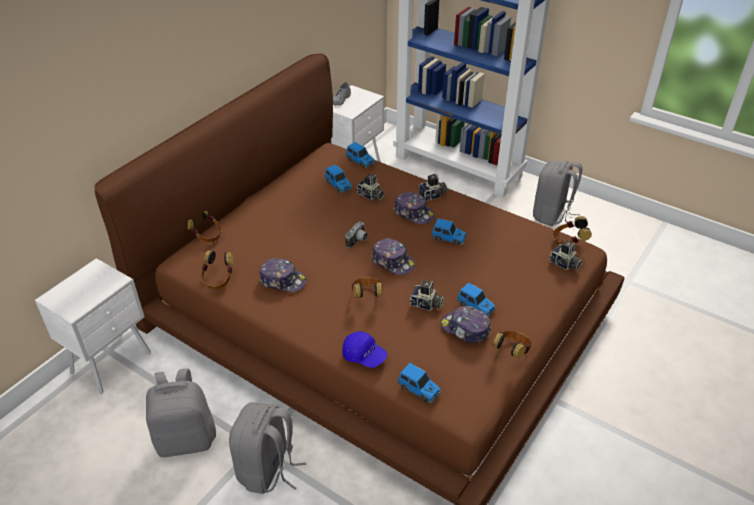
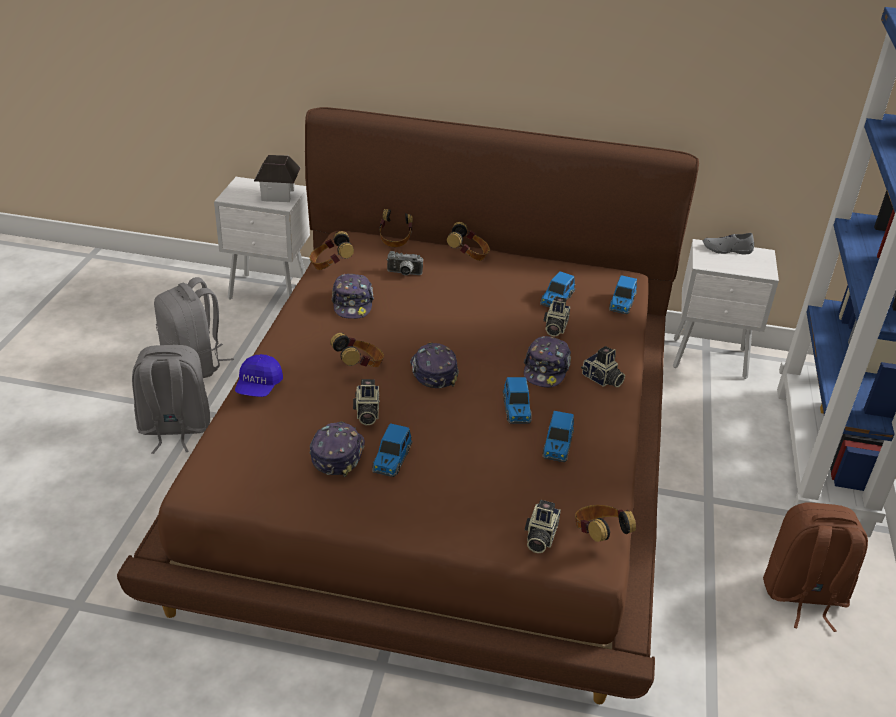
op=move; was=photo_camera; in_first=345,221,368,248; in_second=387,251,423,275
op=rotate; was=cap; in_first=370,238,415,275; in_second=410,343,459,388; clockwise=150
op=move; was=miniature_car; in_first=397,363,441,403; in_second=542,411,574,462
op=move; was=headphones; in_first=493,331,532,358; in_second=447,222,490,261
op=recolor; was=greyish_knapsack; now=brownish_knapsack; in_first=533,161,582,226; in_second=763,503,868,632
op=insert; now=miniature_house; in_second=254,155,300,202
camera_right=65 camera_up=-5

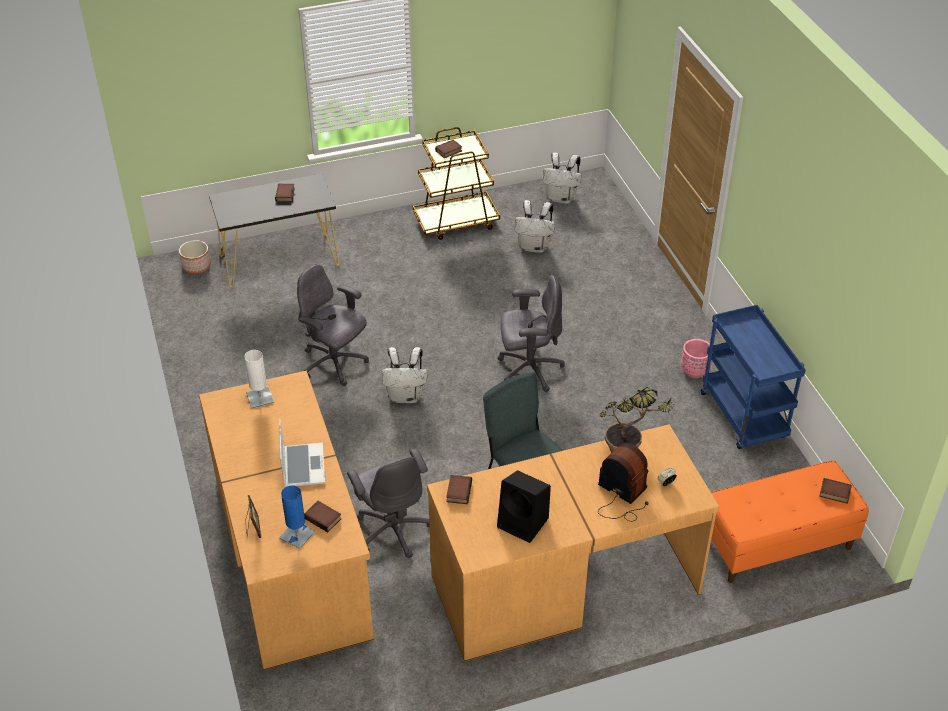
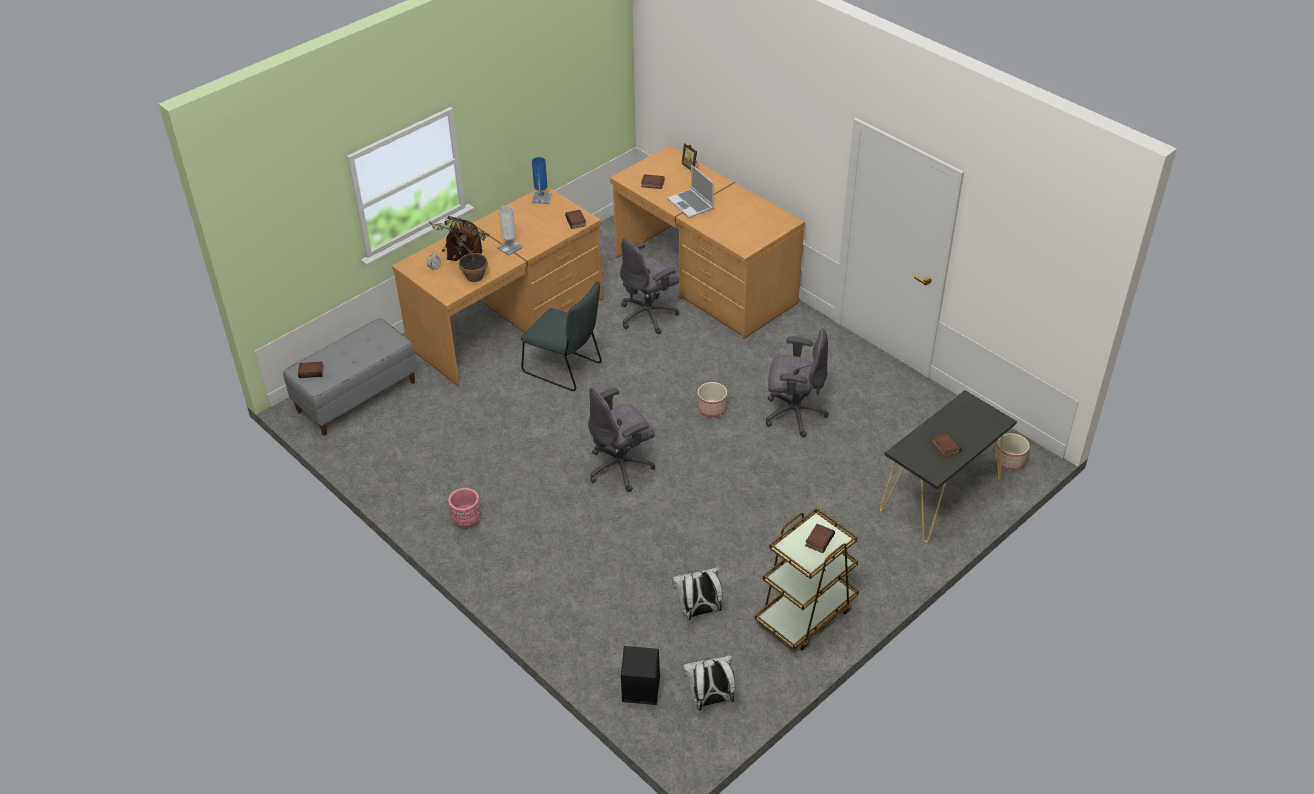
op=move; was=white-coloured_table_lamp; in_first=244,350,274,409; in_second=497,206,523,256
op=move; was=bluish_table_lamp; in_first=279,485,315,549; in_second=531,157,552,204
op=rotate; was=greyish_office_chair; in_first=347,448,430,558; in_second=620,238,679,334; clockwise=-75
op=replace; was=white-coloured_knapsack; now=plant_pot; in_first=382,347,428,403; in_second=697,382,727,417
op=move; was=black-coloured_loudspeaker; in_first=497,470,551,543; in_second=621,646,660,705
op=delete; was=bluish_wheeled_cart; in_first=701,305,806,449
op=recolor; was=orange-coloured_long_seat; now=greyish_long_seat; in_first=712,461,869,583; in_second=283,318,417,436
camera_right=155 camera_up=0

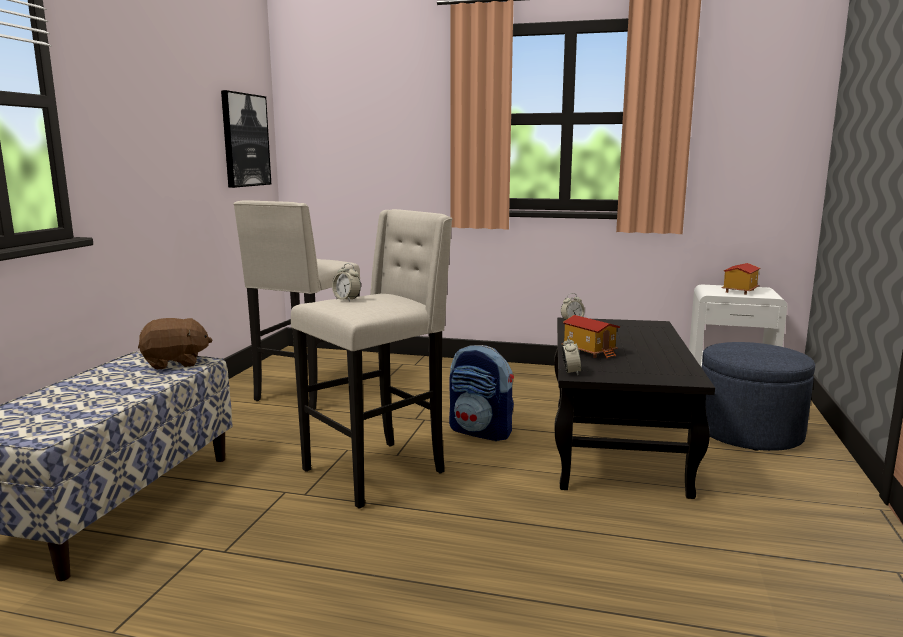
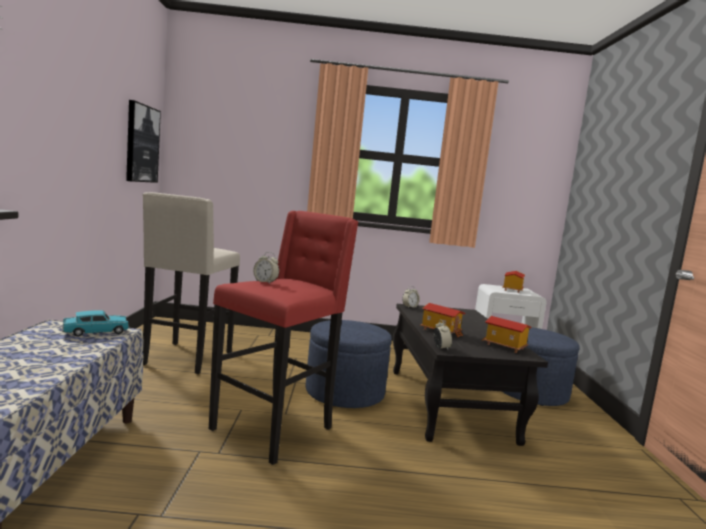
op=replace; was=brownish_soft_toy; now=turquoise_miniature_car; in_first=138,318,212,370; in_second=62,310,130,337
op=recolor; was=beige-coloured_stool; now=red_stool; in_first=291,209,452,508; in_second=209,211,359,465
op=replace; was=knapsack; now=bluish_footrest; in_first=449,345,514,441; in_second=306,320,392,408
op=insert; now=miniature_house; in_second=482,316,532,353
camera_right=-15 camera_up=-5

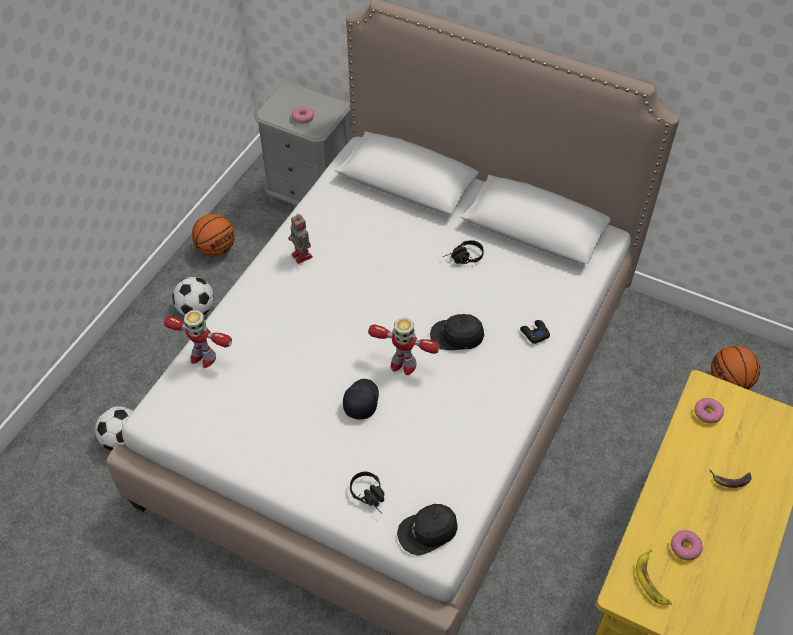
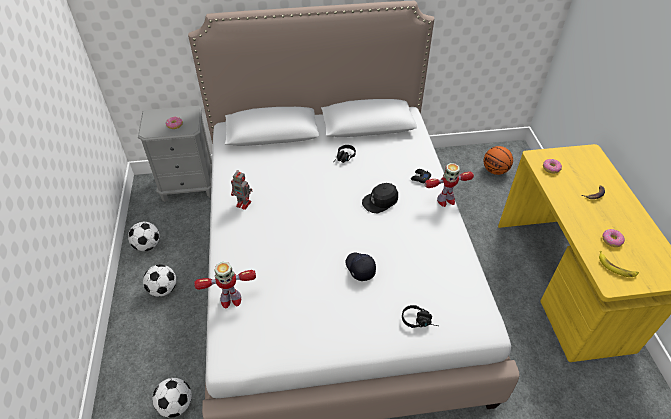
op=replace; was=basketball_ball; now=football; in_first=192,214,235,256; in_second=128,222,160,251
op=move; was=model_robot; in_first=368,318,440,375; in_second=425,163,474,207
op=delete; was=black-coloured_cap; in_first=397,504,457,556
camera_right=-35 camera_up=-5

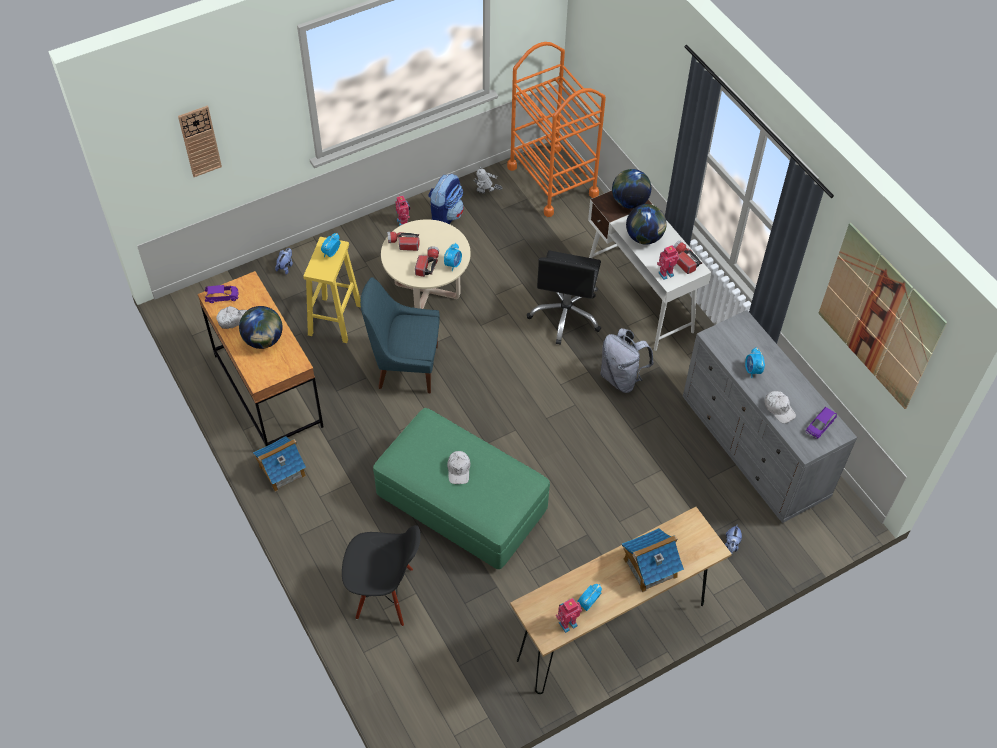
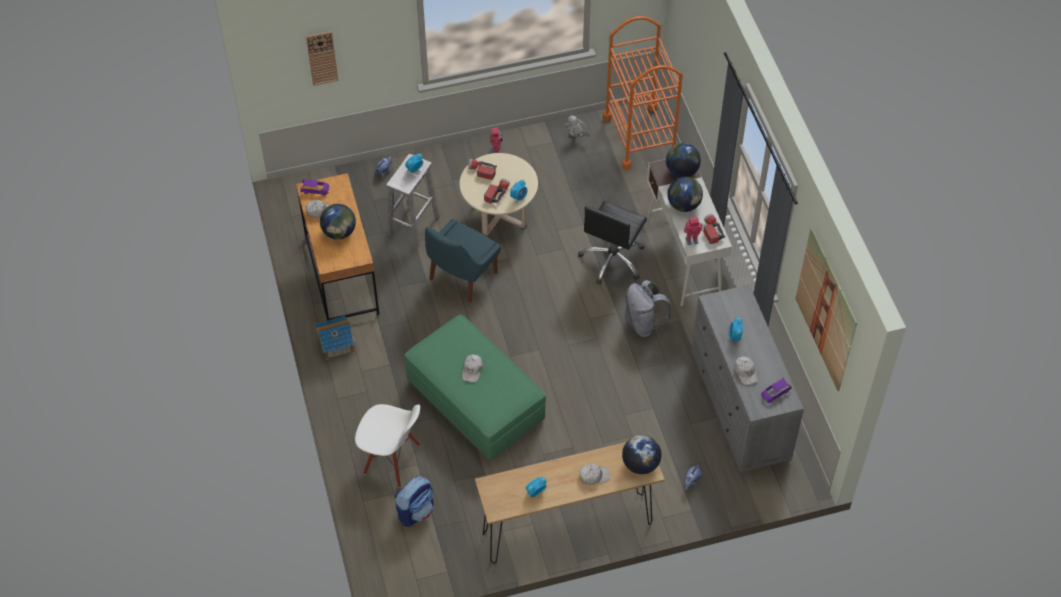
op=recolor; was=yellow_stool; now=white-coloured_stool; in_first=303,237,361,343; in_second=386,154,440,248
op=recolor; was=black-coloured_upright_chair; now=white-coloured_upright_chair; in_first=342,525,421,626; in_second=355,404,420,488
op=rotate; was=bluish_upright_chair; in_first=360,277,440,393; in_second=425,219,501,302; clockwise=-75
op=move; was=knapsack; in_first=428,173,464,224; in_second=395,476,433,527
op=delete; was=model_robot; in_first=555,598,582,633
op=replace; was=miniature_house; now=white-coloured_cap; in_first=622,528,684,593; in_second=579,464,610,485
op=insert; now=world_globe; in_second=622,435,661,474
camera_right=15 camera_up=0

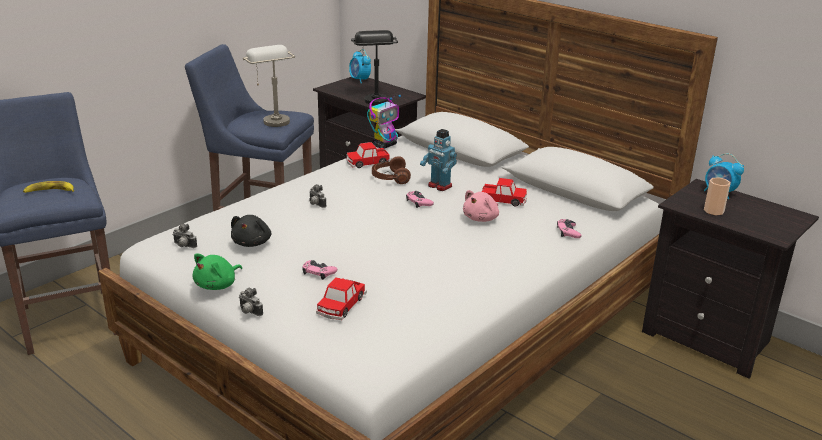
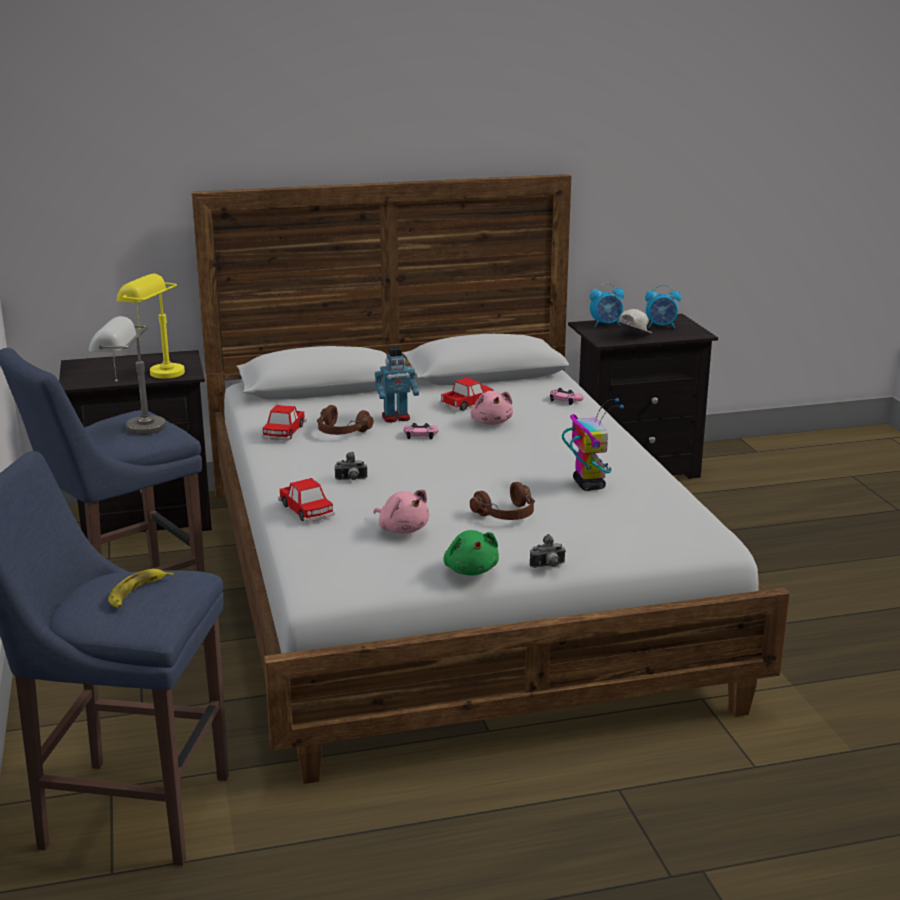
op=delete; was=photo_camera; in_first=172,224,197,248
op=recolor; was=black-coloured_soft_toy; now=pink_soft_toy; in_first=231,215,271,247; in_second=373,489,429,534
op=replace; was=pink_gamepad; now=brownish_headphones; in_first=302,260,337,280; in_second=470,482,535,520
op=move; was=miniature_car; in_first=316,277,367,320; in_second=278,478,335,522
op=move; was=bedside_clock; in_first=349,49,371,83; in_second=645,284,681,329
op=recolor; was=black-coloured_table_lamp; now=yellow_table_lamp; in_first=351,30,398,105; in_second=117,274,185,379
op=move; was=model_robot; in_first=367,94,401,149; in_second=562,398,624,491
op=replace; was=drinking_cup; now=white-coloured_cap; in_first=704,177,731,215; in_second=619,309,652,333
camera_right=-55 camera_up=-5

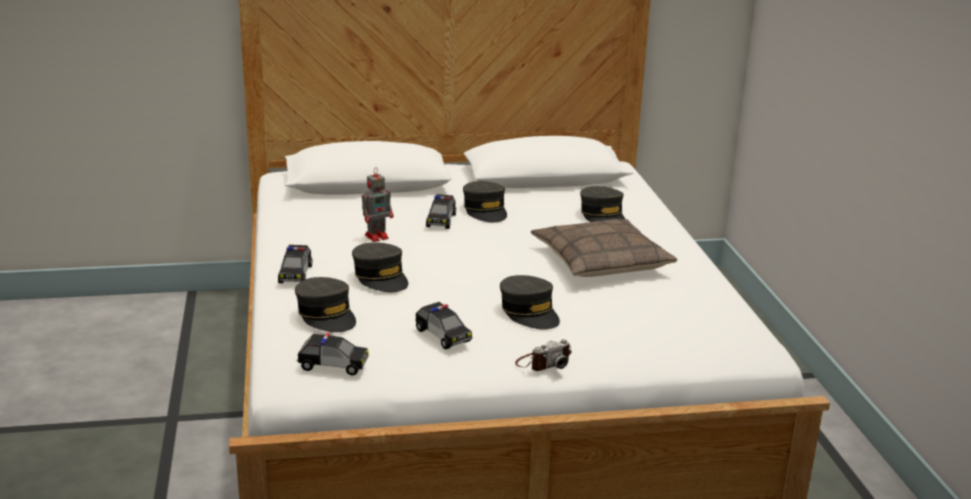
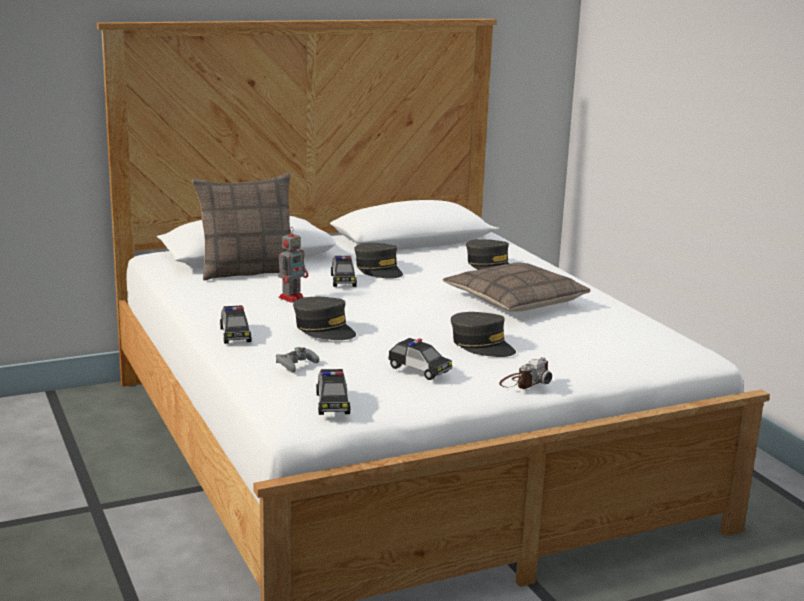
op=replace; was=greyish_cap; now=greyish_gamepad; in_first=295,277,356,332; in_second=276,347,319,373
op=rotate; was=miniature_car; in_first=297,333,369,375; in_second=316,369,350,415; clockwise=90
op=insert; now=pillow; in_second=192,173,291,281
camera_right=-15 camera_up=-5

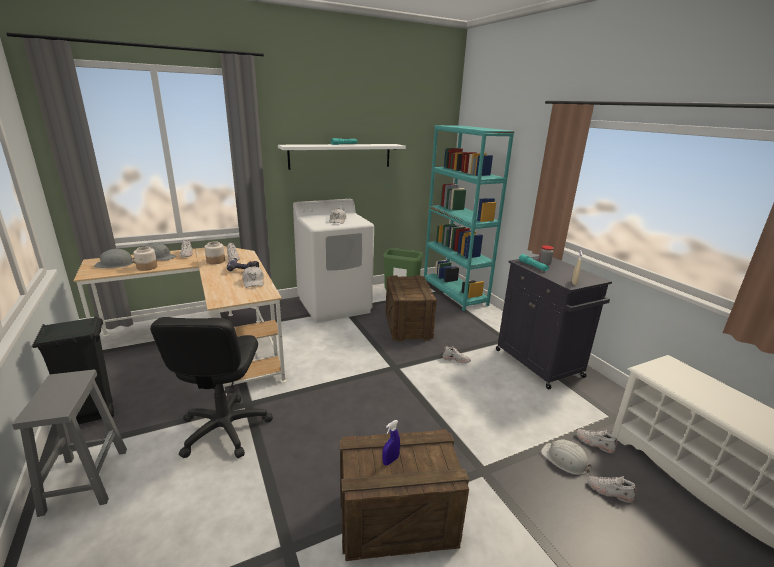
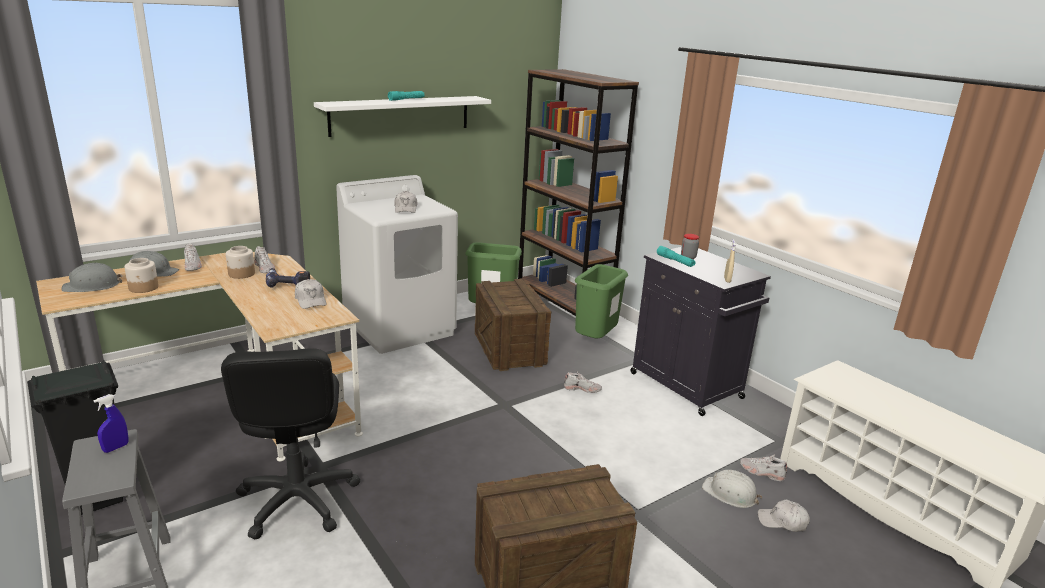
op=move; was=bluish_hand_sprayer; in_first=382,420,400,466; in_second=94,394,128,453
op=recolor; was=turquoise_bookshelf; now=brownish_bookshelf; in_first=424,125,515,311; in_second=518,69,639,316
op=replace; was=white-coloured_item_of_footwear; now=white-coloured_cap; in_first=588,476,636,503; in_second=758,500,810,532
op=insert; now=greenish_waste_bin; in_second=575,264,628,338
camera_right=-10 camera_up=0

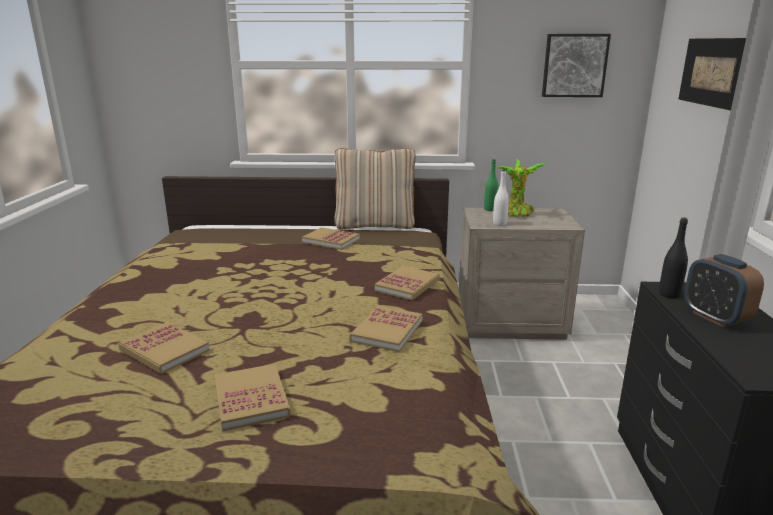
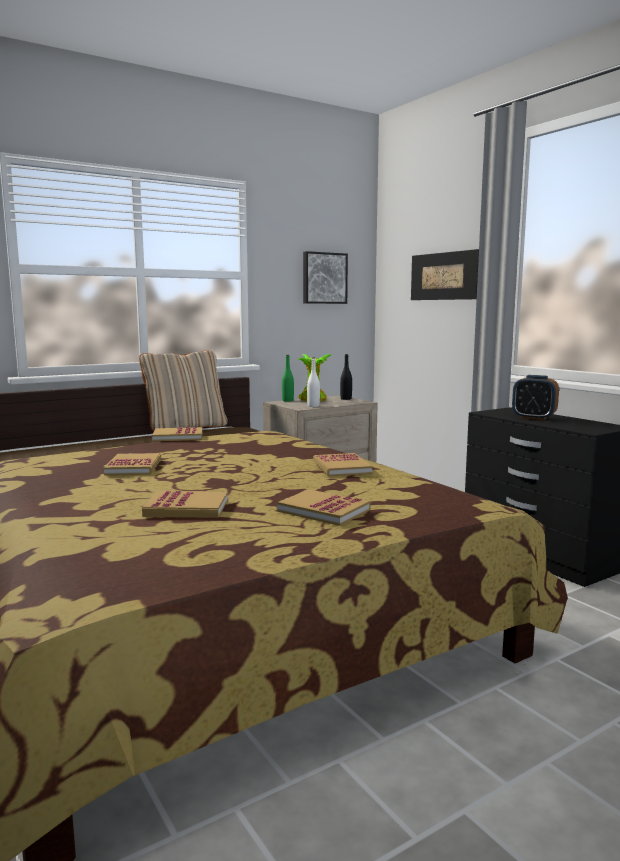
op=move; was=bound_book; in_first=374,266,440,300; in_second=104,453,161,475
op=move; was=black-coloured_bottle; in_first=659,217,688,298; in_second=340,354,352,400
camera_right=-35 camera_up=-10

